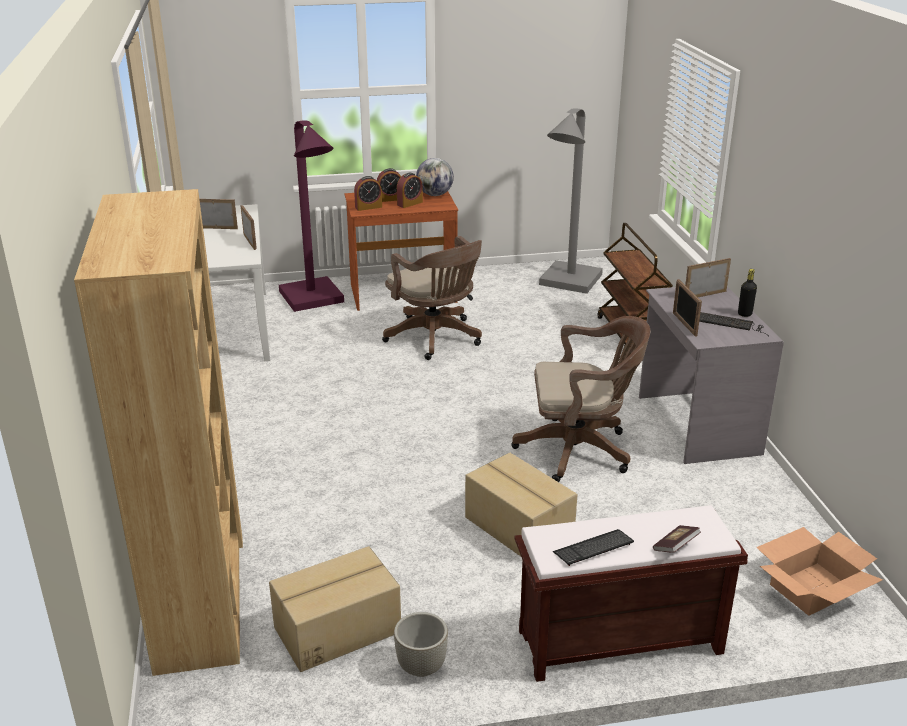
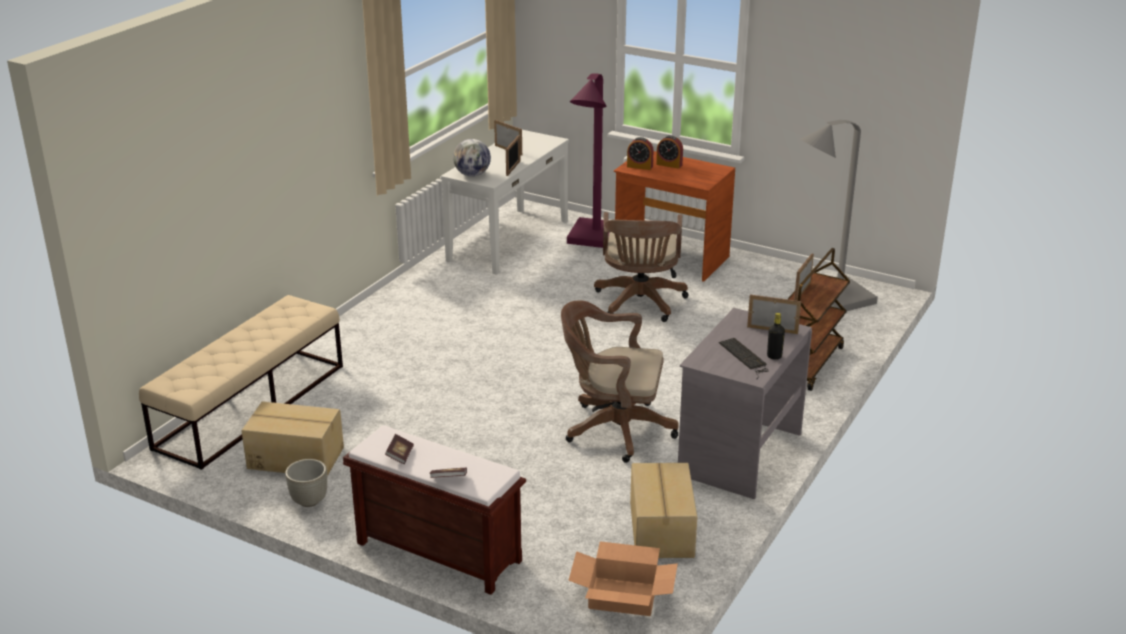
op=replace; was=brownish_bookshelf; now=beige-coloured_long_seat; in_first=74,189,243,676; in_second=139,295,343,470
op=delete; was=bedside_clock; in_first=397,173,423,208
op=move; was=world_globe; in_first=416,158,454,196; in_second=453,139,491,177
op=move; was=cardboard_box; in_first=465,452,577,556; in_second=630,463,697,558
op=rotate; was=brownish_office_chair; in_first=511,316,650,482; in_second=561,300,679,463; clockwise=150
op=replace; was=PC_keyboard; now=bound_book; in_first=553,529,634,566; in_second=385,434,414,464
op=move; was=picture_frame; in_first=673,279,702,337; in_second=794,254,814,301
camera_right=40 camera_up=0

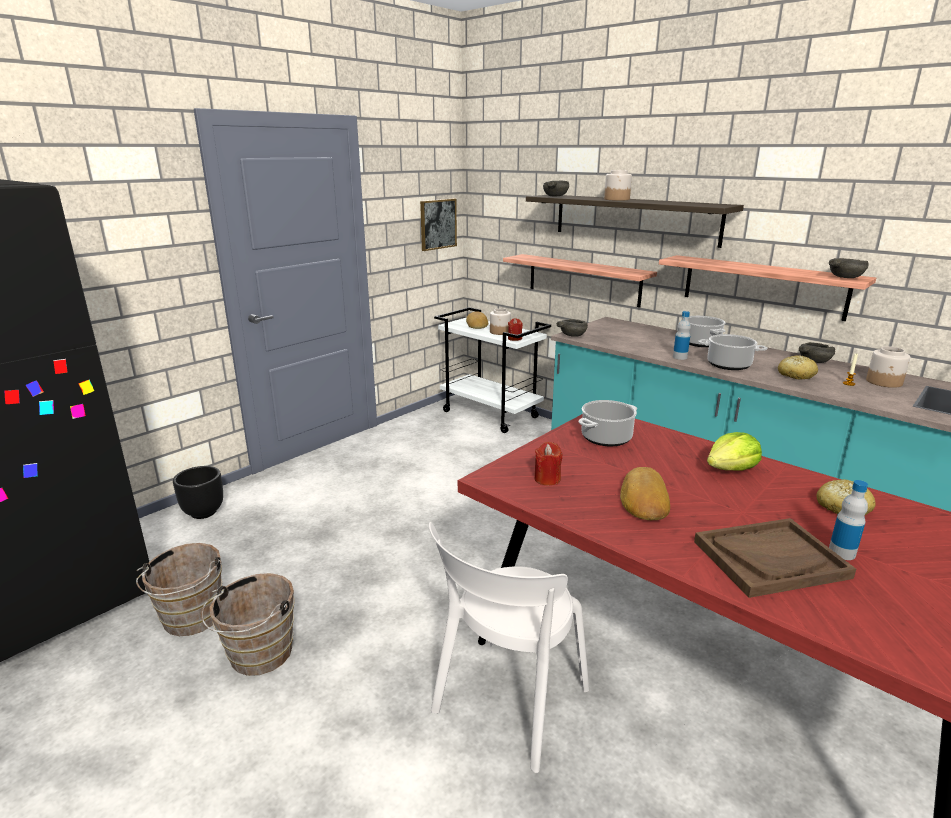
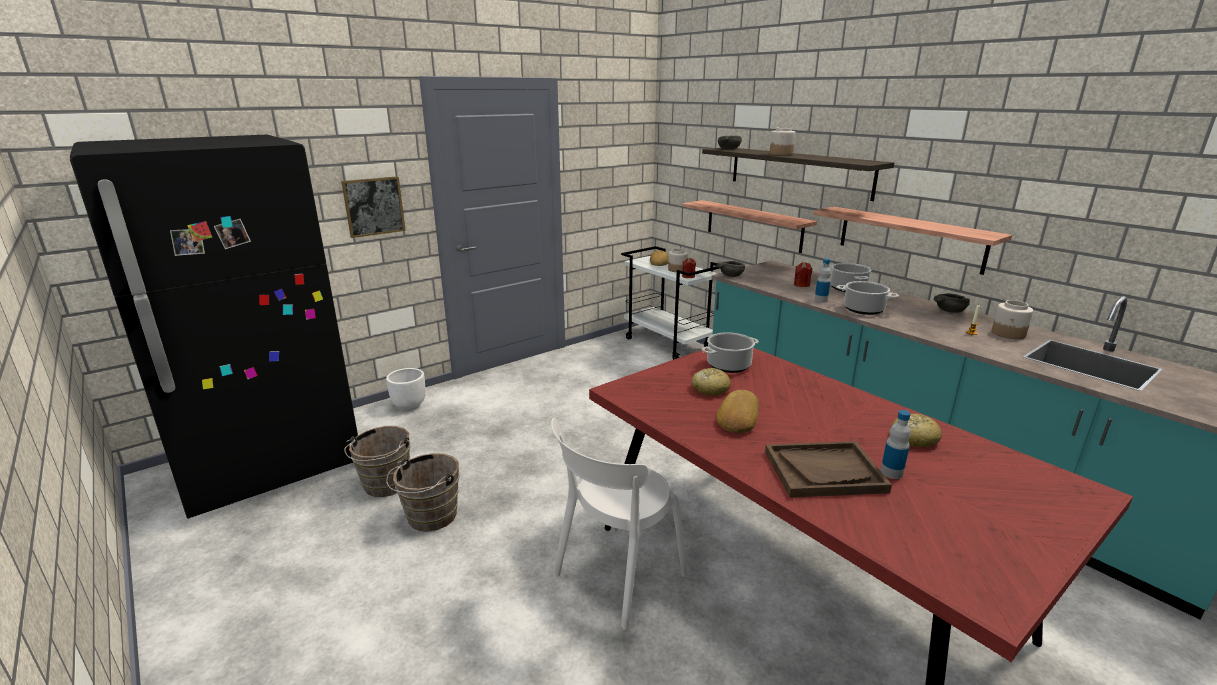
op=recolor; was=black-coloured_plant_pot; now=white-coloured_plant_pot; in_first=173,466,223,519; in_second=386,368,426,411
op=move; was=wall_art; in_first=420,199,457,251; in_second=341,176,406,238
op=move; was=red_wax_light; in_first=534,442,562,485; in_second=794,262,812,287
op=delete; was=lettuce; in_first=707,432,762,471
op=move; was=baked_bread; in_first=778,355,818,379; in_second=691,368,731,396
op=delete; was=greyish_deep_dish; in_first=829,258,869,278
camera_right=10 camera_up=0

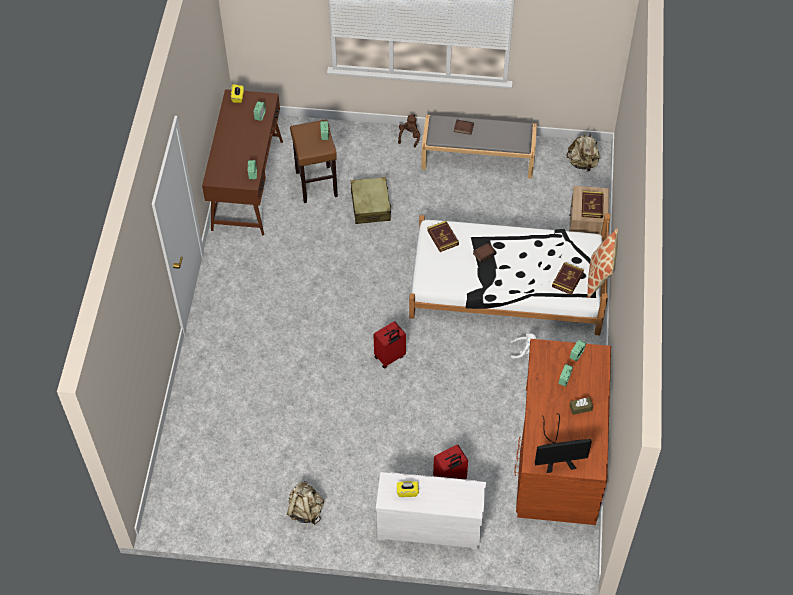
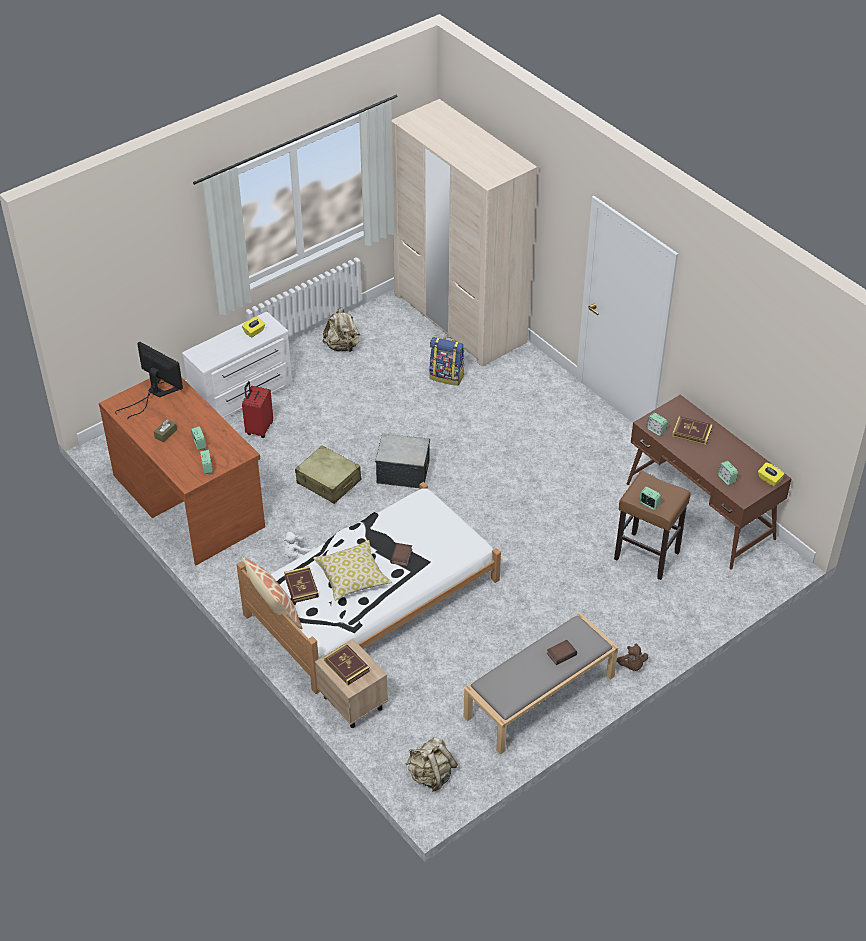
op=move; was=beige-coloured_piece_of_luggage; in_first=351,177,391,224; in_second=295,445,361,504
op=replace; was=red_piece_of_luggage; now=storage_bin; in_first=374,321,406,369; in_second=375,434,430,488
op=move; was=bound_book; in_first=427,221,459,252; in_second=672,416,713,445
op=rotate; was=monitor; in_first=535,413,592,473; in_second=115,341,183,419; clockwise=90
op=insert; now=pillow; in_second=313,540,392,601
op=insert; now=beige-coloured_clothes_cupboard; in_second=392,99,537,367
op=insert; now=knapsack; in_second=429,337,464,385
camera_right=135 camera_up=-10

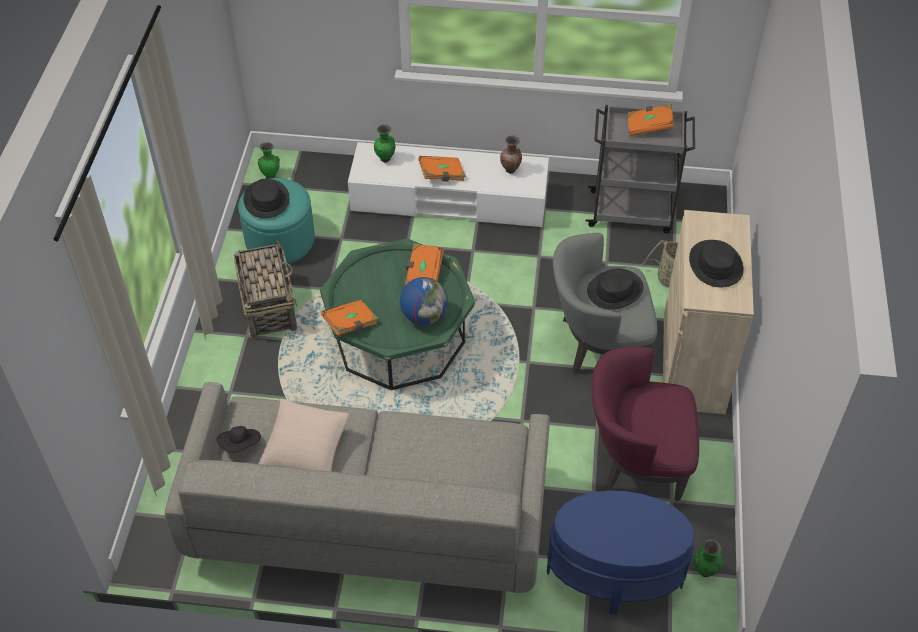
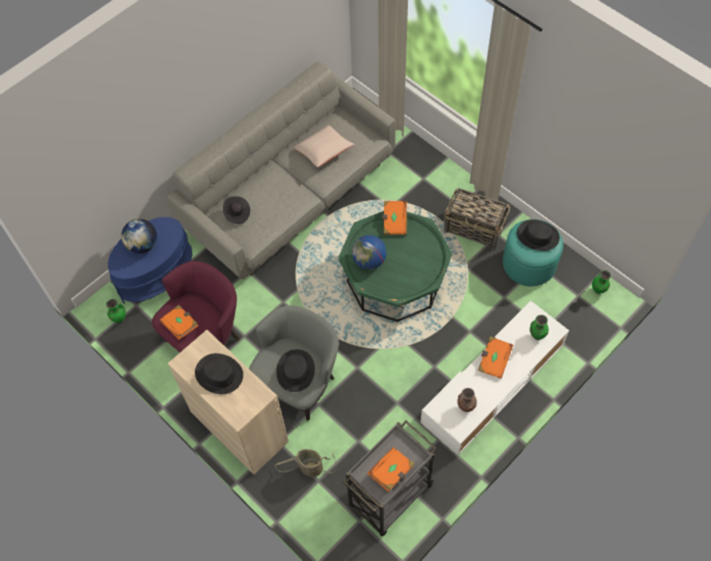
op=move; was=black-coloured_hat; in_first=217,426,261,453; in_second=223,196,250,224
op=move; was=orange-coloured_bound_book; in_first=404,243,444,286; in_second=160,305,198,340
op=insert; now=world_globe; in_second=121,219,157,254
camera_right=130 camera_up=10

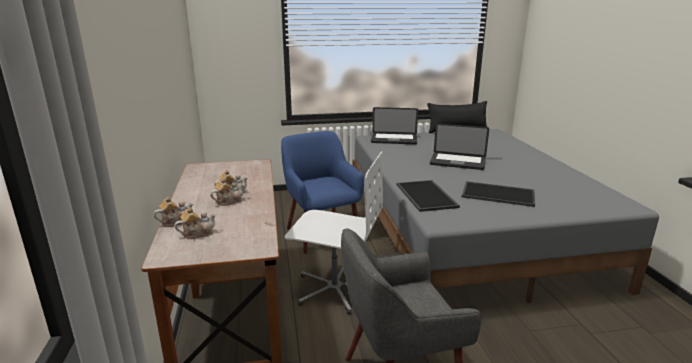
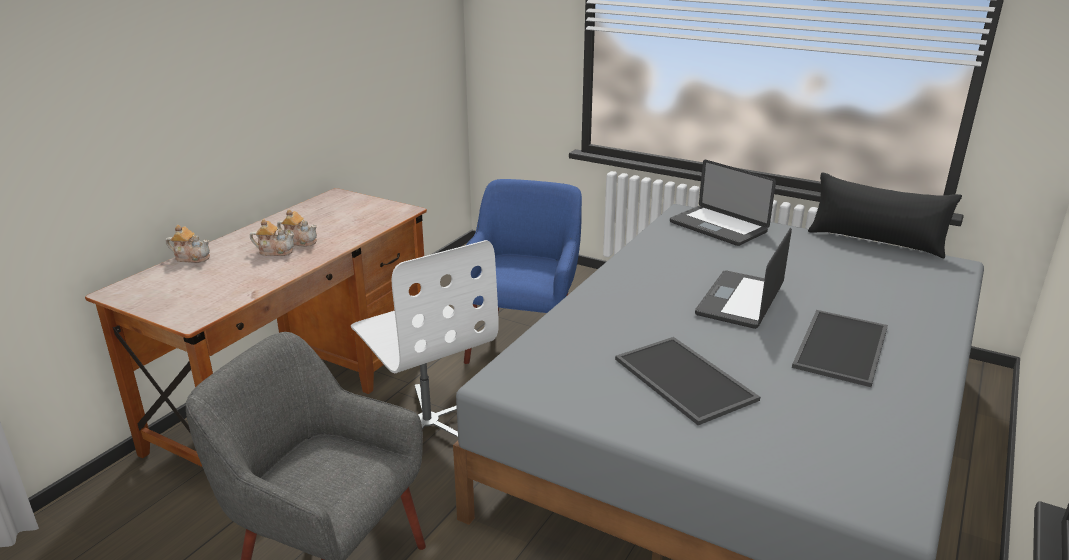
op=delete; was=teapot; in_first=175,207,216,239
op=move; was=carrying_tray; in_first=397,180,460,212; in_second=792,310,888,387
op=rotate; was=portable_computer; in_first=430,123,489,170; in_second=695,227,792,329; clockwise=60
camera_right=40 camera_up=5

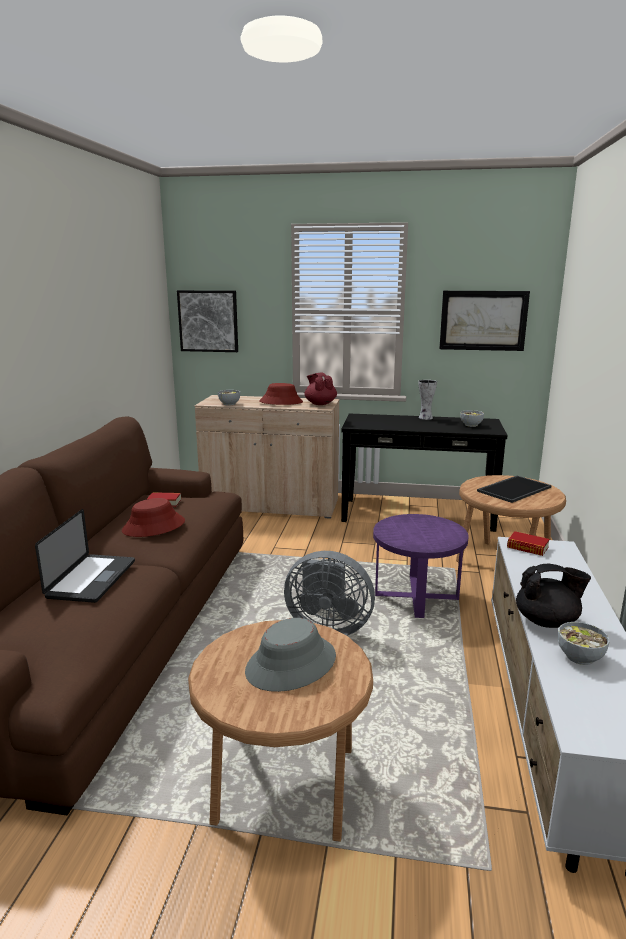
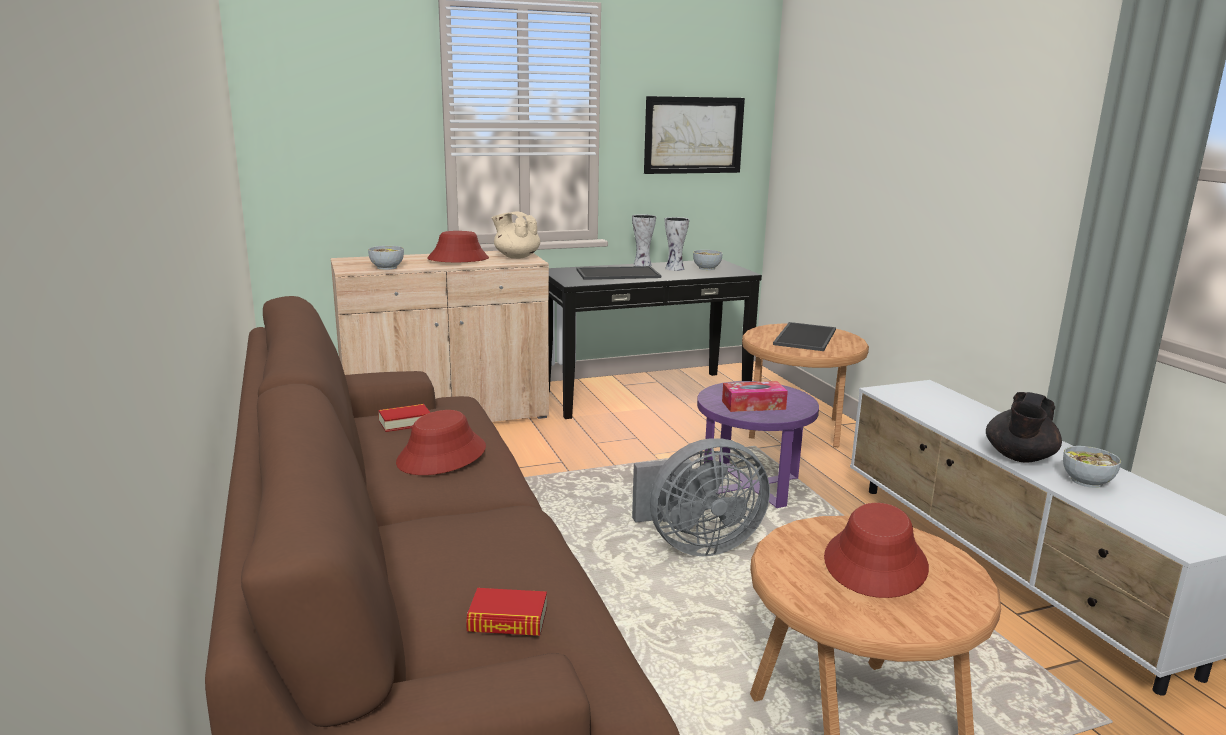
op=delete; was=portable_computer; in_first=35,509,135,603
op=delete; was=wall_art; in_first=177,290,238,352
op=recolor; was=greyish_hat; now=red_hat; in_first=245,618,336,692; in_second=824,503,929,598
op=recolor; was=red_teapot; now=beige-coloured_teapot; in_first=305,372,337,405; in_second=492,211,540,259
op=move; was=bound_book; in_first=507,531,549,556; in_second=466,588,547,636
op=rotate; was=black-coloured_teapot; in_first=516,564,591,628; in_second=986,392,1062,463; clockwise=150
op=insert; now=carrying_tray; in_second=576,266,661,280
op=insert; now=vase; in_second=665,217,689,271
op=insert; now=tissue_box; in_second=722,381,788,412
camera_right=-30 camera_up=0

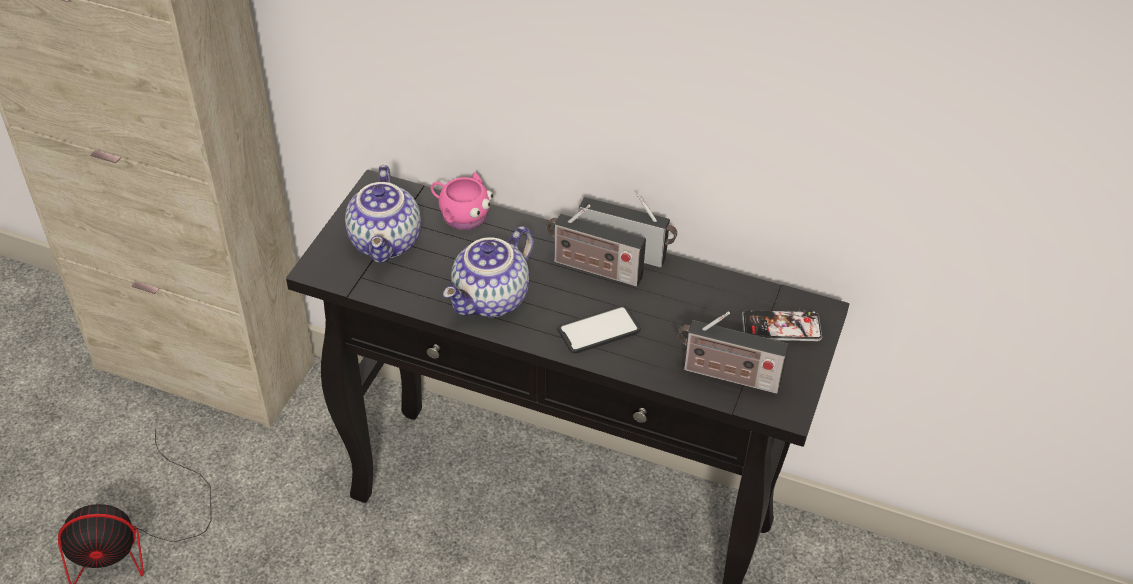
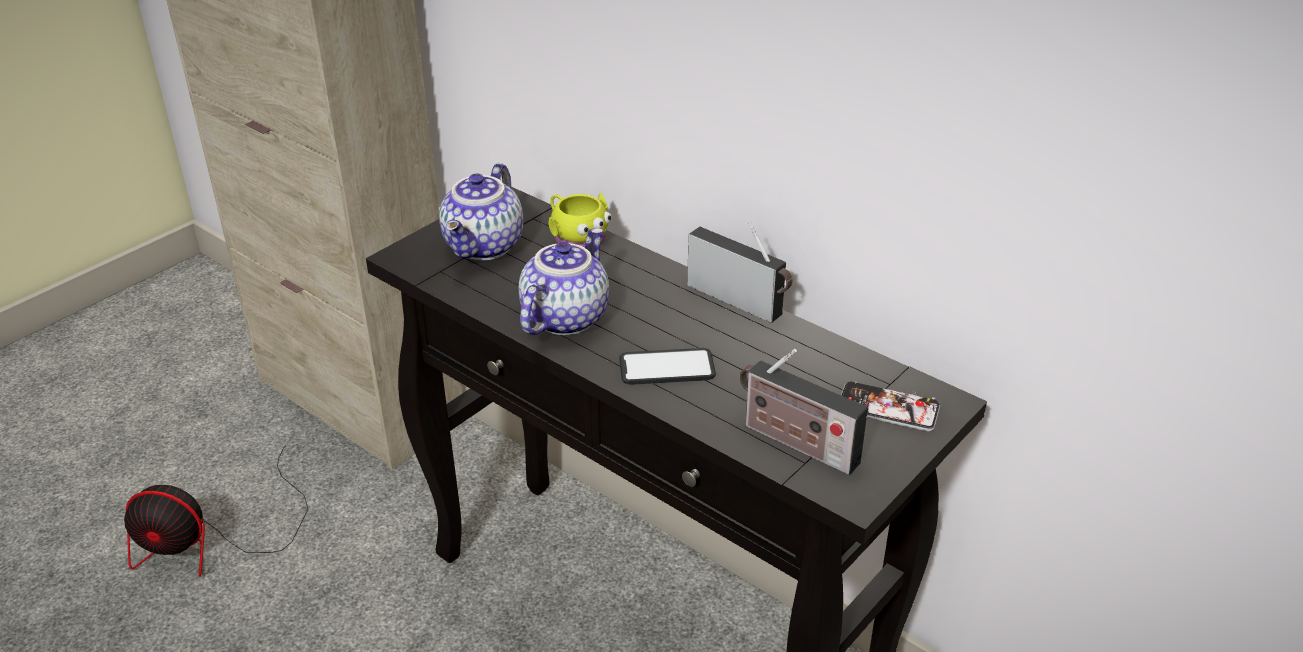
op=recolor; was=pink_mug; now=yellow_mug; in_first=430,172,493,230; in_second=549,192,612,247
op=rotate; was=teapot; in_first=443,226,534,317; in_second=519,228,609,335; clockwise=150
op=delete; was=radio_receiver; in_first=547,205,646,287
camera_right=20 camera_up=-10

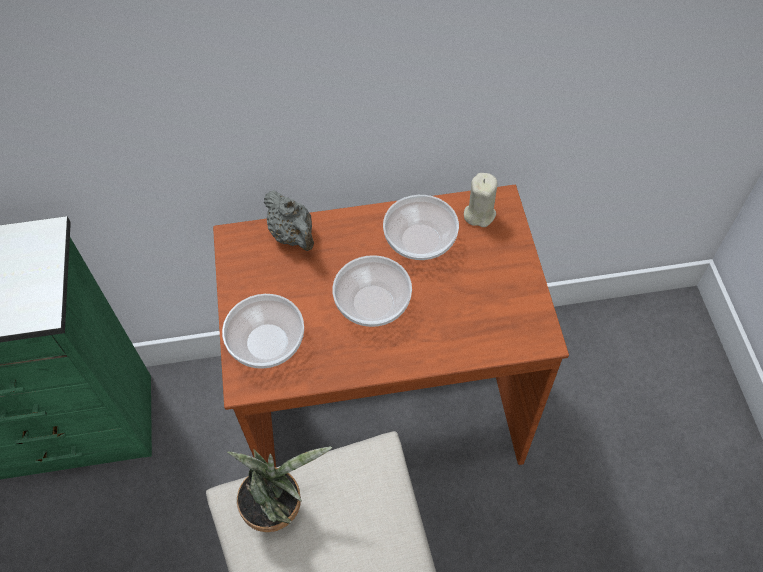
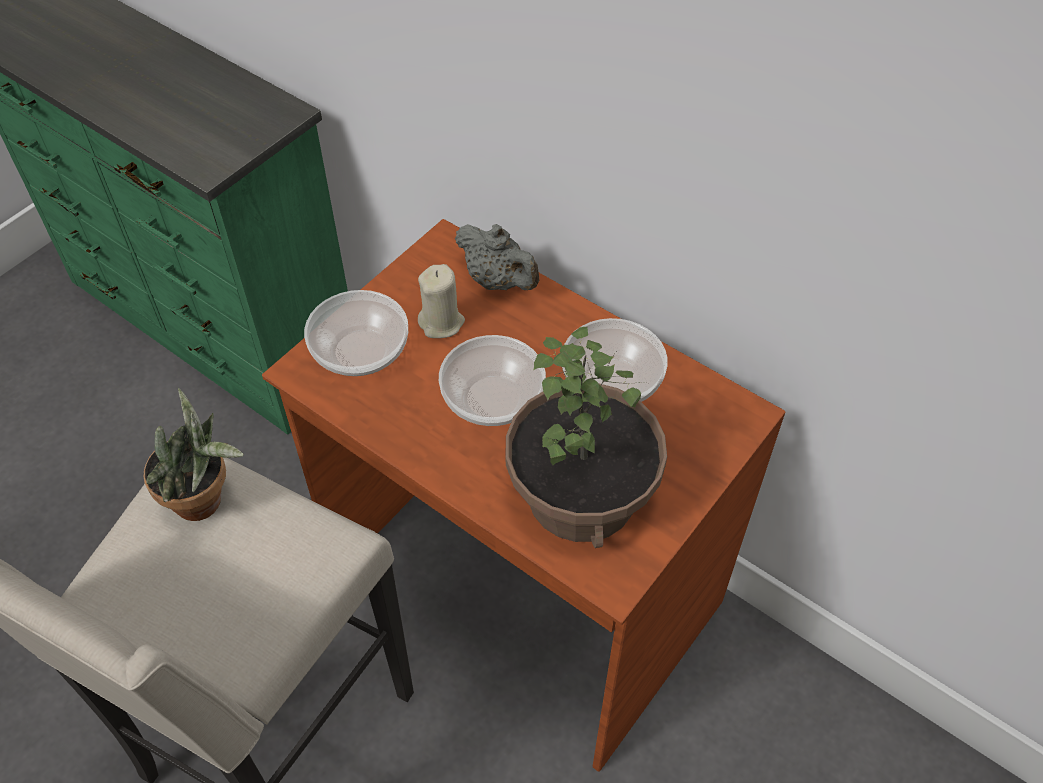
op=rotate; was=greyish_teapot; in_first=264,190,314,251; in_second=455,224,539,290; clockwise=-60
op=move; was=beige-coloured_wax_light; in_first=464,173,497,227; in_second=418,264,465,338
op=insert; now=plant_in_a_pot; in_second=506,327,667,548
camera_right=45 camera_up=-5

